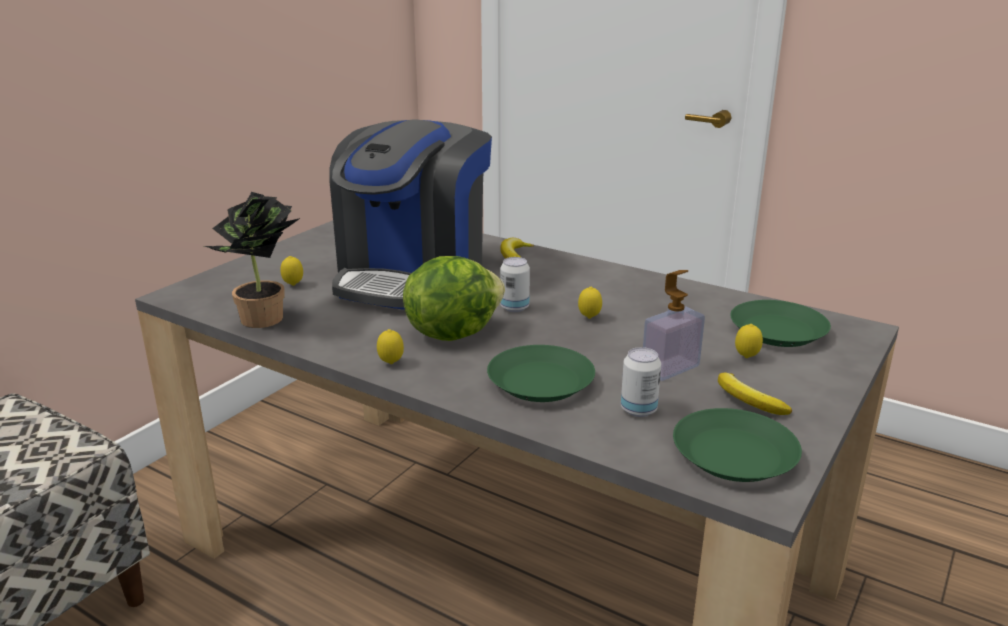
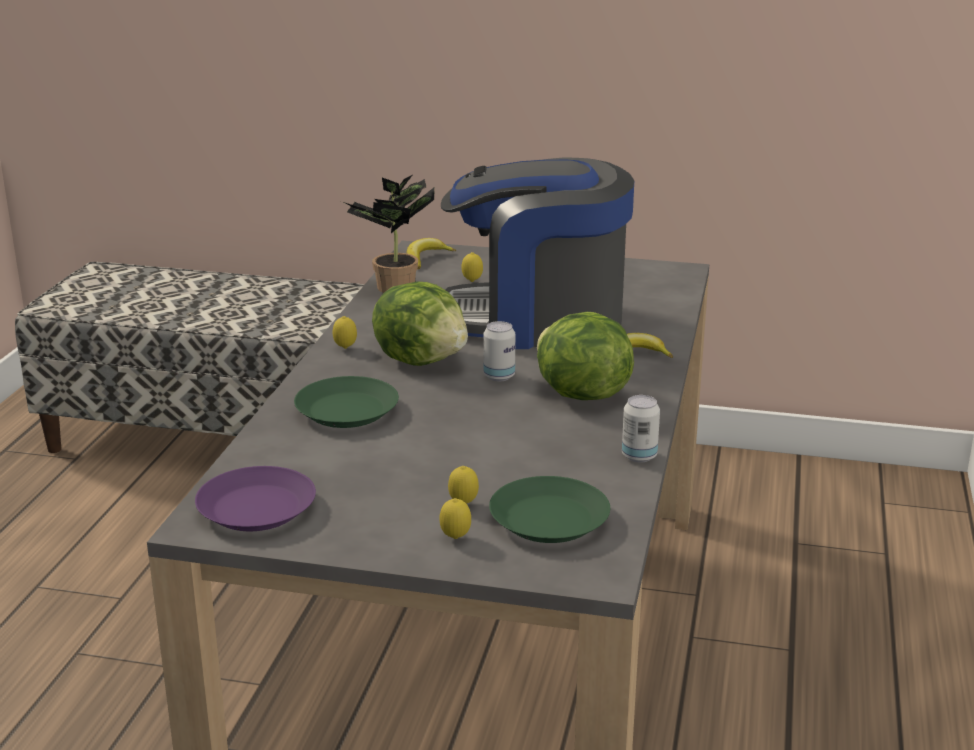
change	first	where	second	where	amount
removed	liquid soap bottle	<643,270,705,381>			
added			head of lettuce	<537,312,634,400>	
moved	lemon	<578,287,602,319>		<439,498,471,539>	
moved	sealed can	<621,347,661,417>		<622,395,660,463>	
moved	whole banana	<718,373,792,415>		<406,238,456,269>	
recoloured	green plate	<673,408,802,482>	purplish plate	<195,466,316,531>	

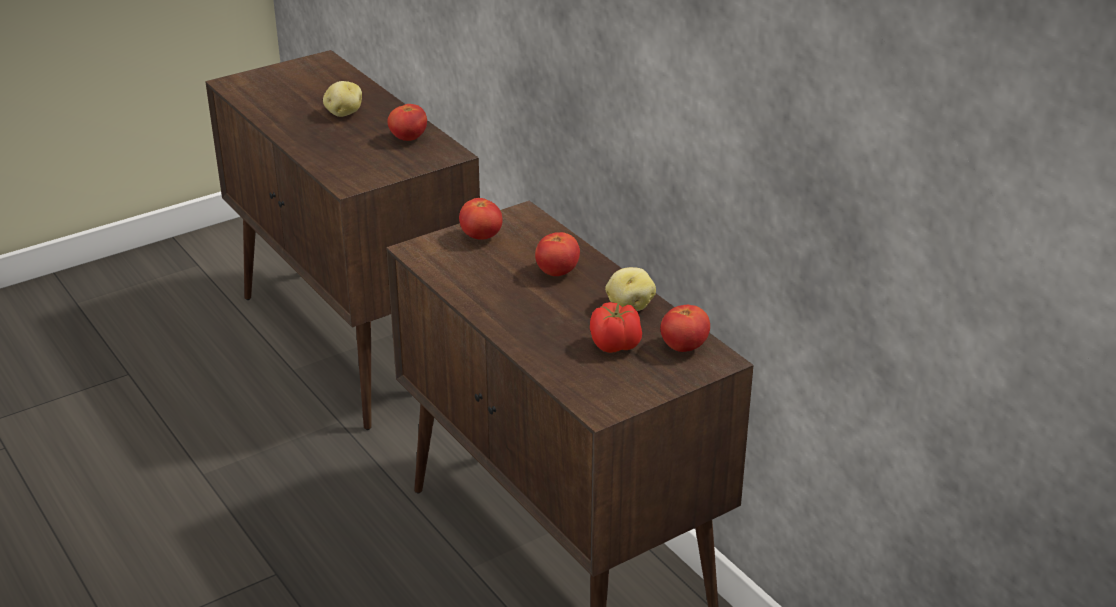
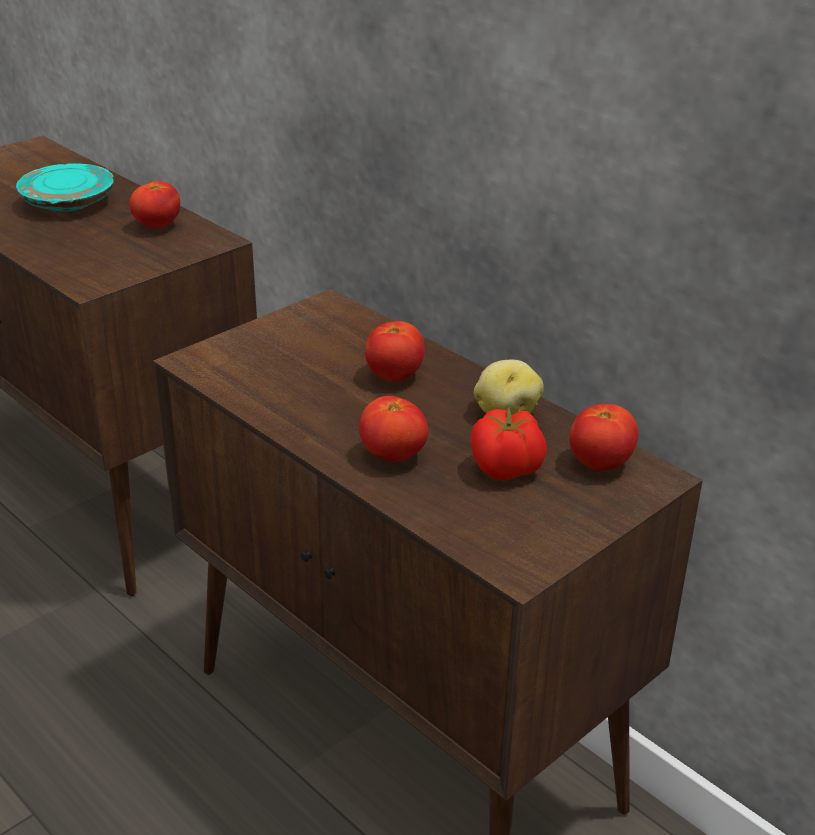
change	first	where	second	where	amount
moved	fresh tomato	<459,198,503,240>		<359,396,428,461>	
replaced	potato	<323,81,362,117>	turquoise-coloured plate	<16,163,114,211>	

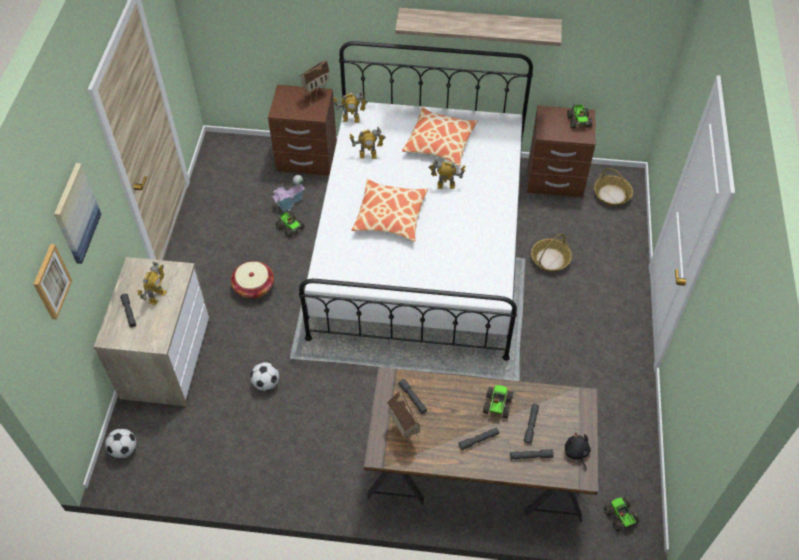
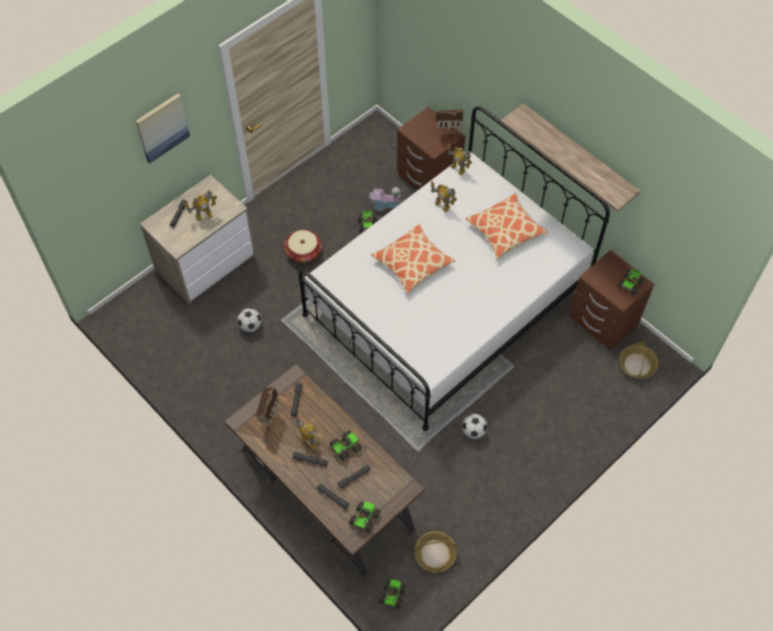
change	first	where	second	where	amount
removed	wall art	<33,244,72,320>			
moved	football	<105,428,136,459>		<462,413,487,439>	
moved	toy robot	<429,159,466,189>		<295,418,321,450>	
moved	storage basket	<531,234,572,272>		<414,531,457,572>	
replaced	black cuddly toy	<565,432,591,471>	toy truck	<349,501,380,533>	

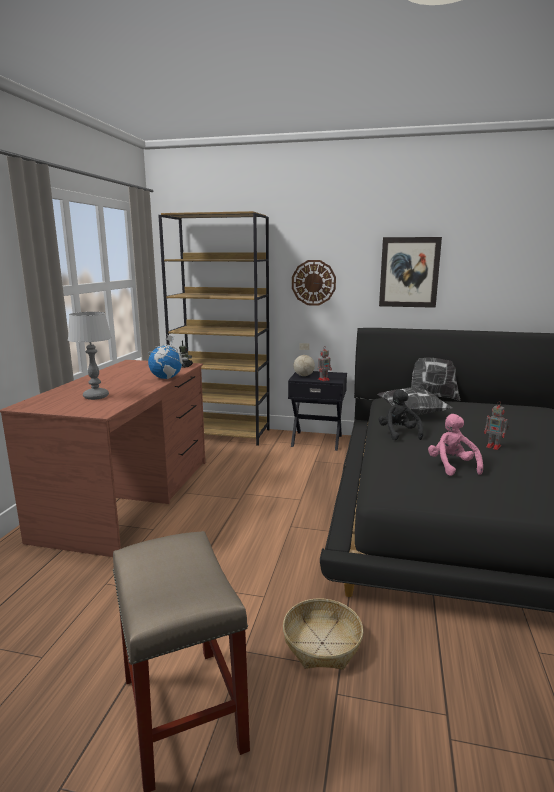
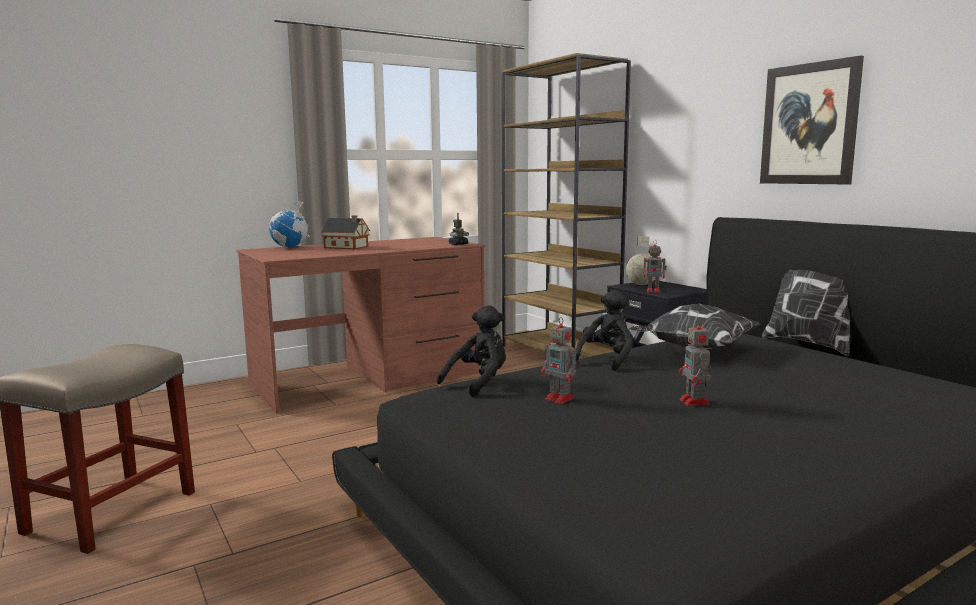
change	first	where	second	where	amount
removed	table lamp	<68,312,112,400>			
removed	storage basket	<283,598,363,669>			
removed	wall clock	<292,260,336,306>			
added			miniature house	<321,215,370,249>	
added			black cuddly toy	<437,305,506,397>	
moved	world globe	<148,334,184,379>		<269,199,309,248>	
replaced	pink cuddly toy	<428,414,483,476>	toy robot	<541,317,580,404>	

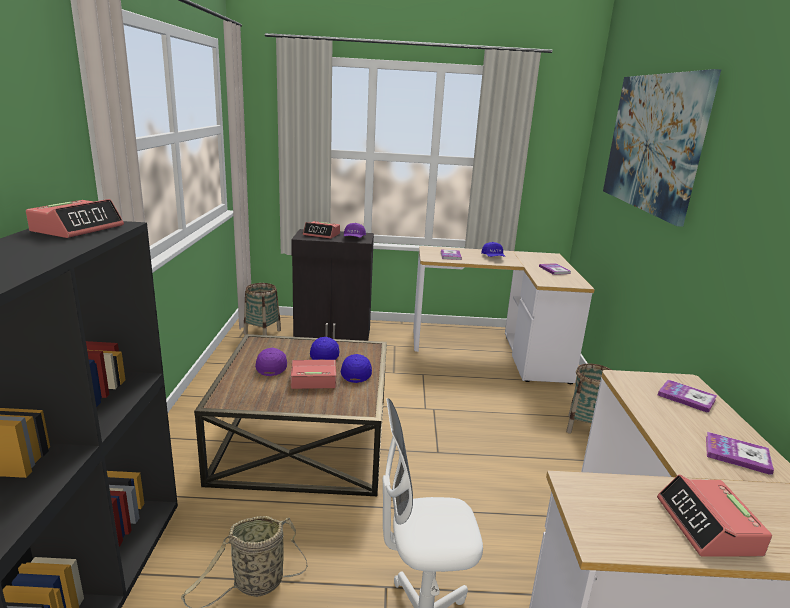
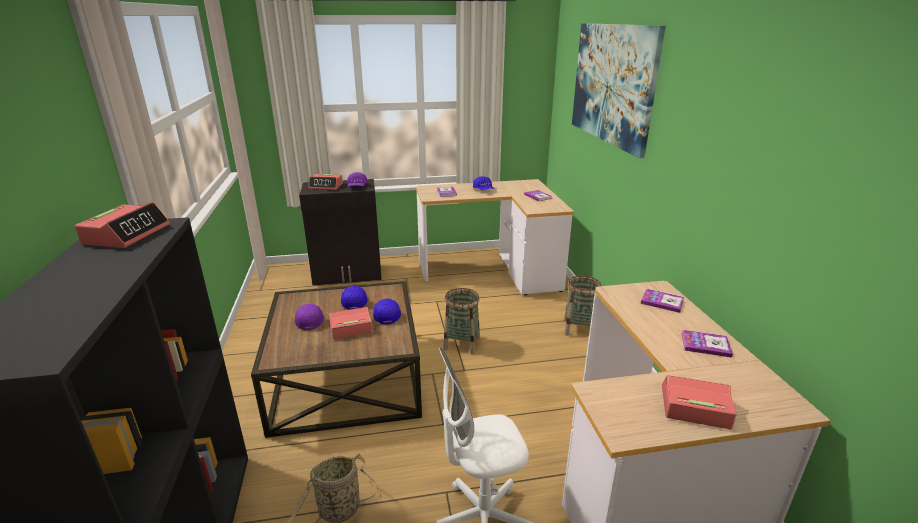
change	first	where	second	where	amount
moved	storage basket	<244,283,281,335>		<443,288,480,354>	
turned	bedside clock	<657,474,772,557>		<662,375,737,430>	120 degrees clockwise

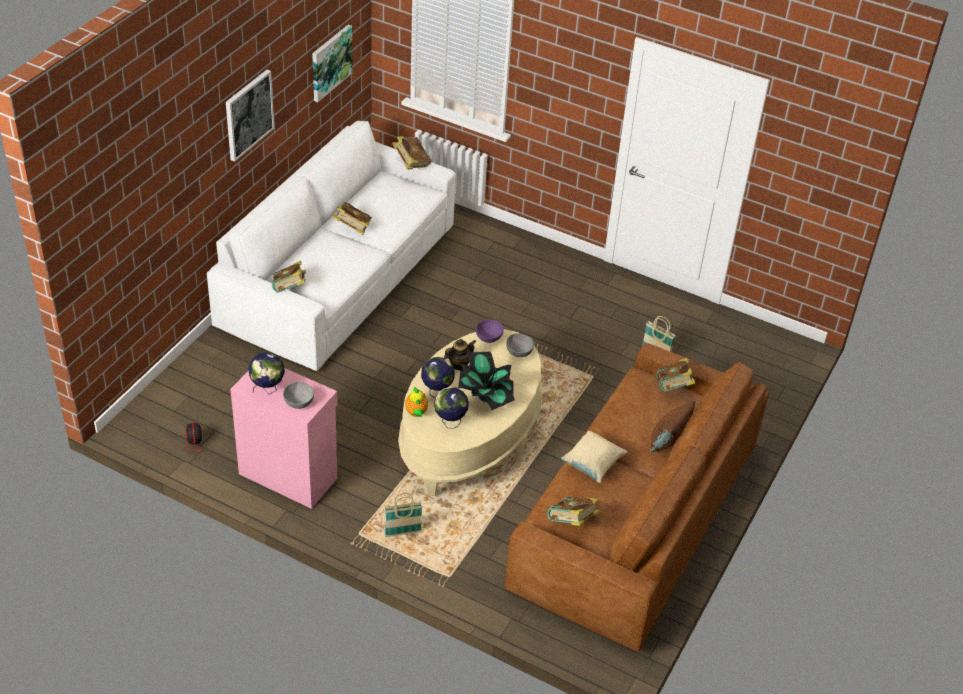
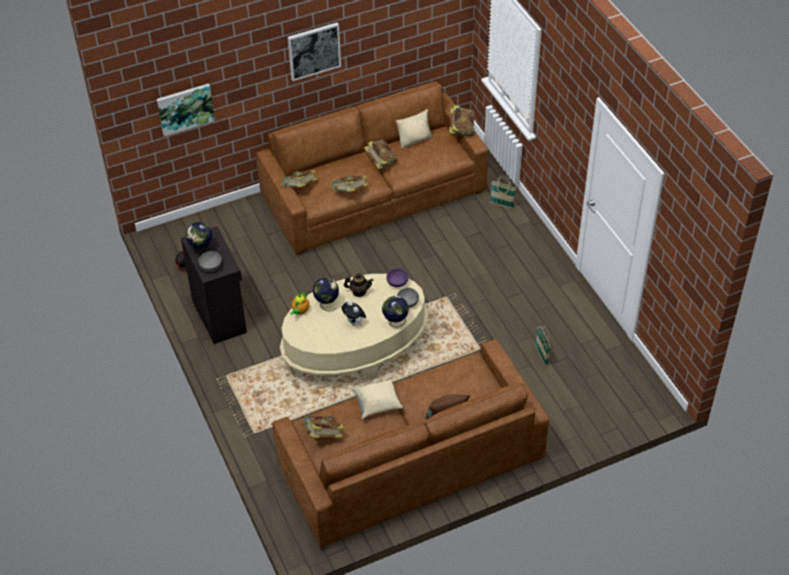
change	first	where	second	where	amount
added			beige pillow	<396,109,433,148>	
moved	wall art	<312,25,353,102>		<157,84,215,136>	
moved	storage basket	<384,493,423,537>		<490,176,516,209>	
moved	world globe	<434,387,469,429>		<382,296,409,327>	
moved	bound book	<656,358,695,392>		<332,176,368,192>	
replaced	plant in a pot	<458,352,515,410>	cuddly toy	<341,301,366,325>	
recoloured	white-coloured sofa	<207,120,456,372>	brown sofa	<256,81,488,254>	
recoloured	pink cabinet	<230,368,338,509>	black cabinet	<181,226,247,344>	

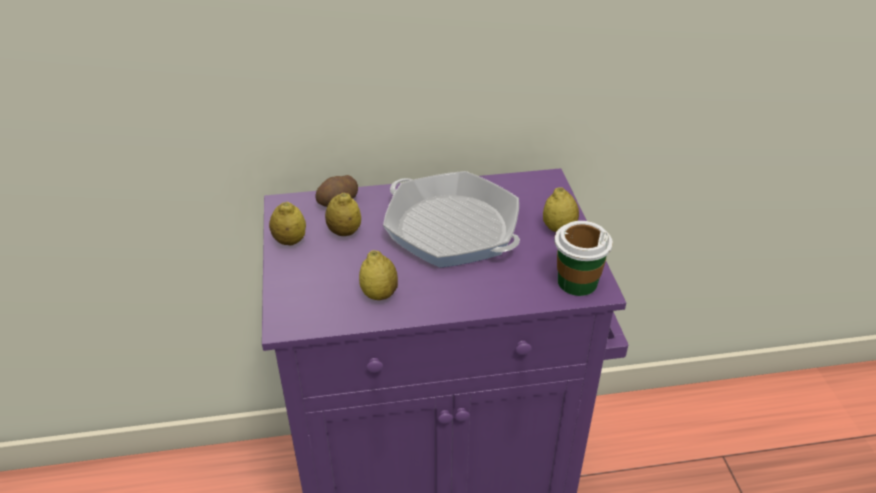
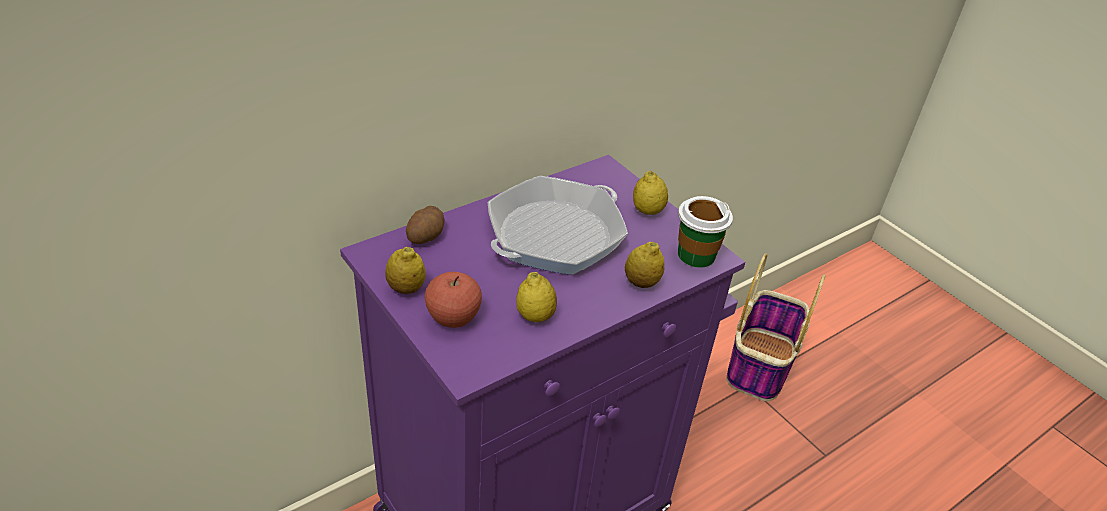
change	first	where	second	where	amount
added			apple	<425,272,482,328>	
added			storage basket	<727,254,825,401>	
moved	lemon	<325,193,361,236>		<625,242,664,288>	
turned	skillet	<383,171,520,268>		<488,176,628,275>	60 degrees counterclockwise

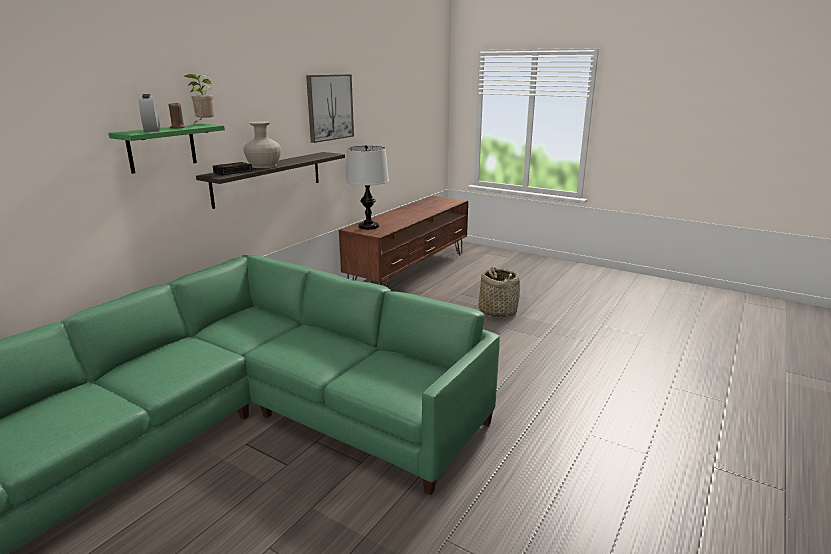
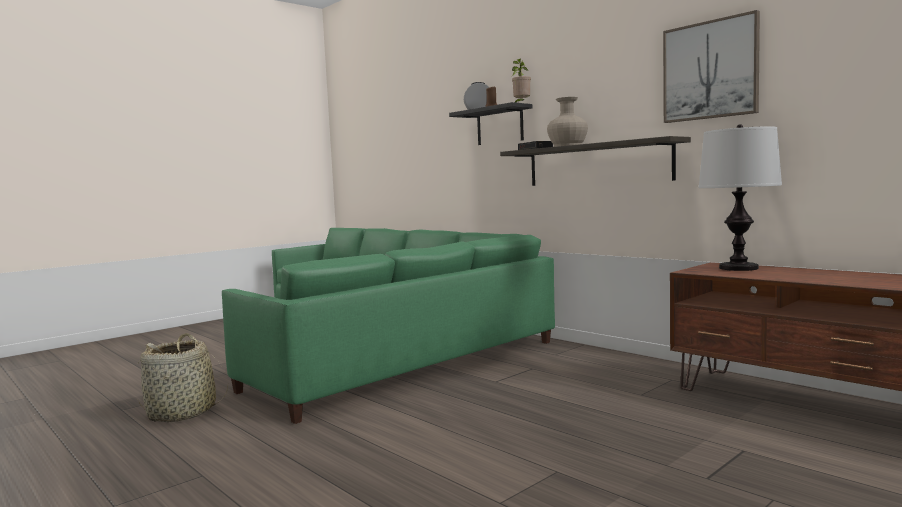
change	first	where	second	where	amount
moved	storage basket	<479,266,520,317>		<138,333,228,422>	
recoloured	green wall shelf	<108,124,225,174>	black wall shelf	<449,102,533,145>	

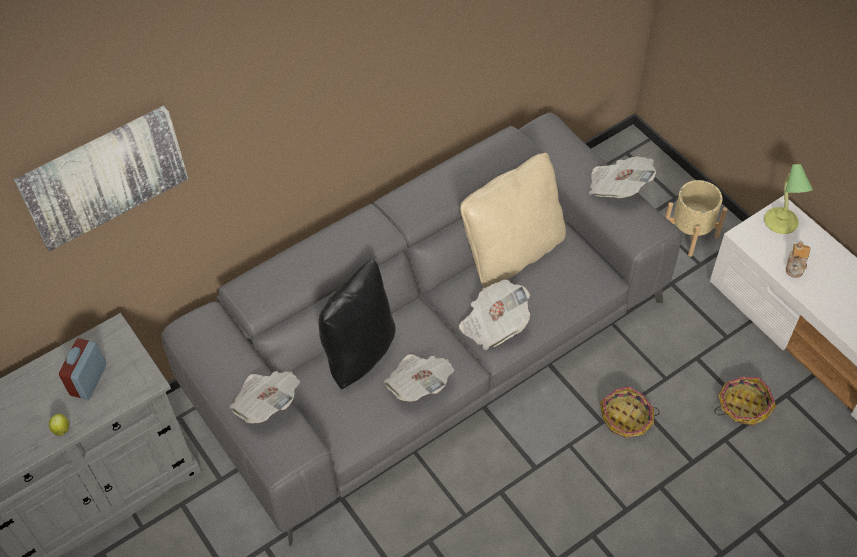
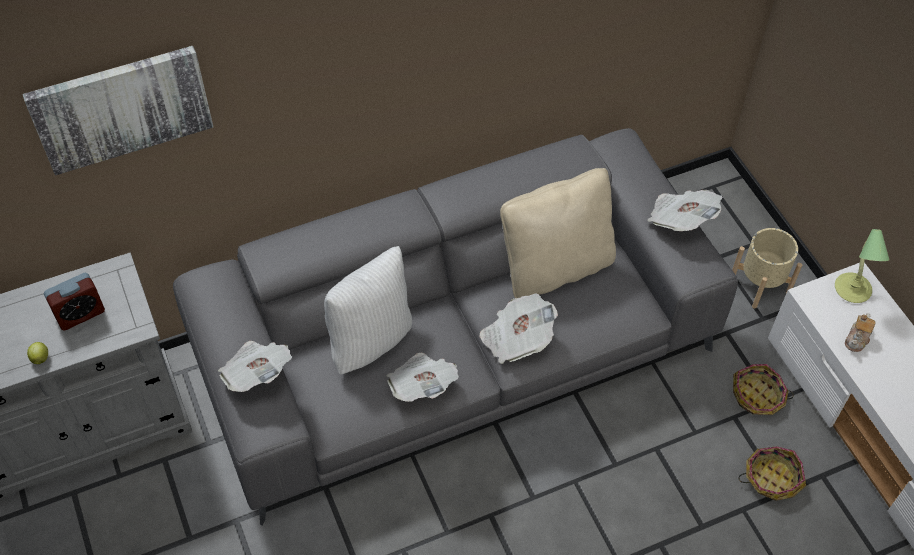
change	first	where	second	where	amount
moved	storage basket	<600,386,660,438>		<733,364,794,415>	
recoloured	black pillow	<318,259,396,389>	white-coloured pillow	<324,246,412,375>	
turned	bedside clock	<59,338,106,400>		<44,273,105,331>	150 degrees counterclockwise

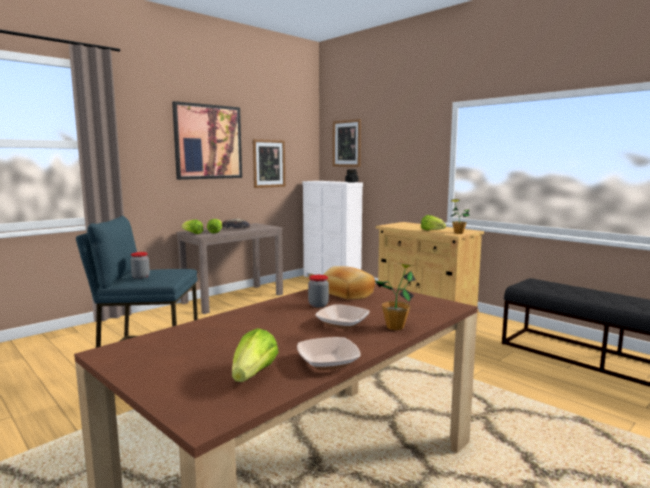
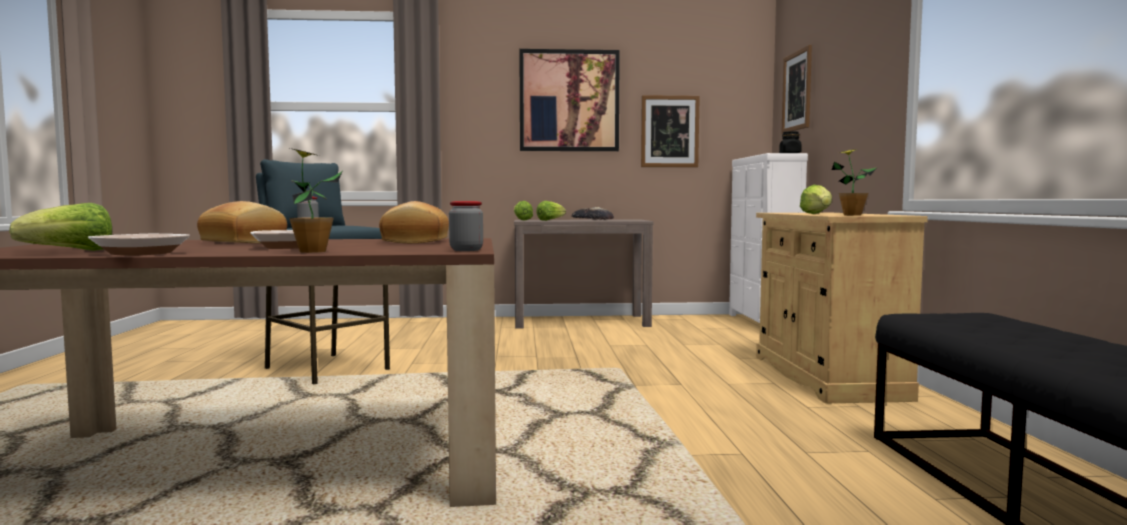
change	first	where	second	where	amount
added			baked bread	<197,201,287,243>	
moved	preserve jar	<308,275,329,307>		<449,201,483,251>	

